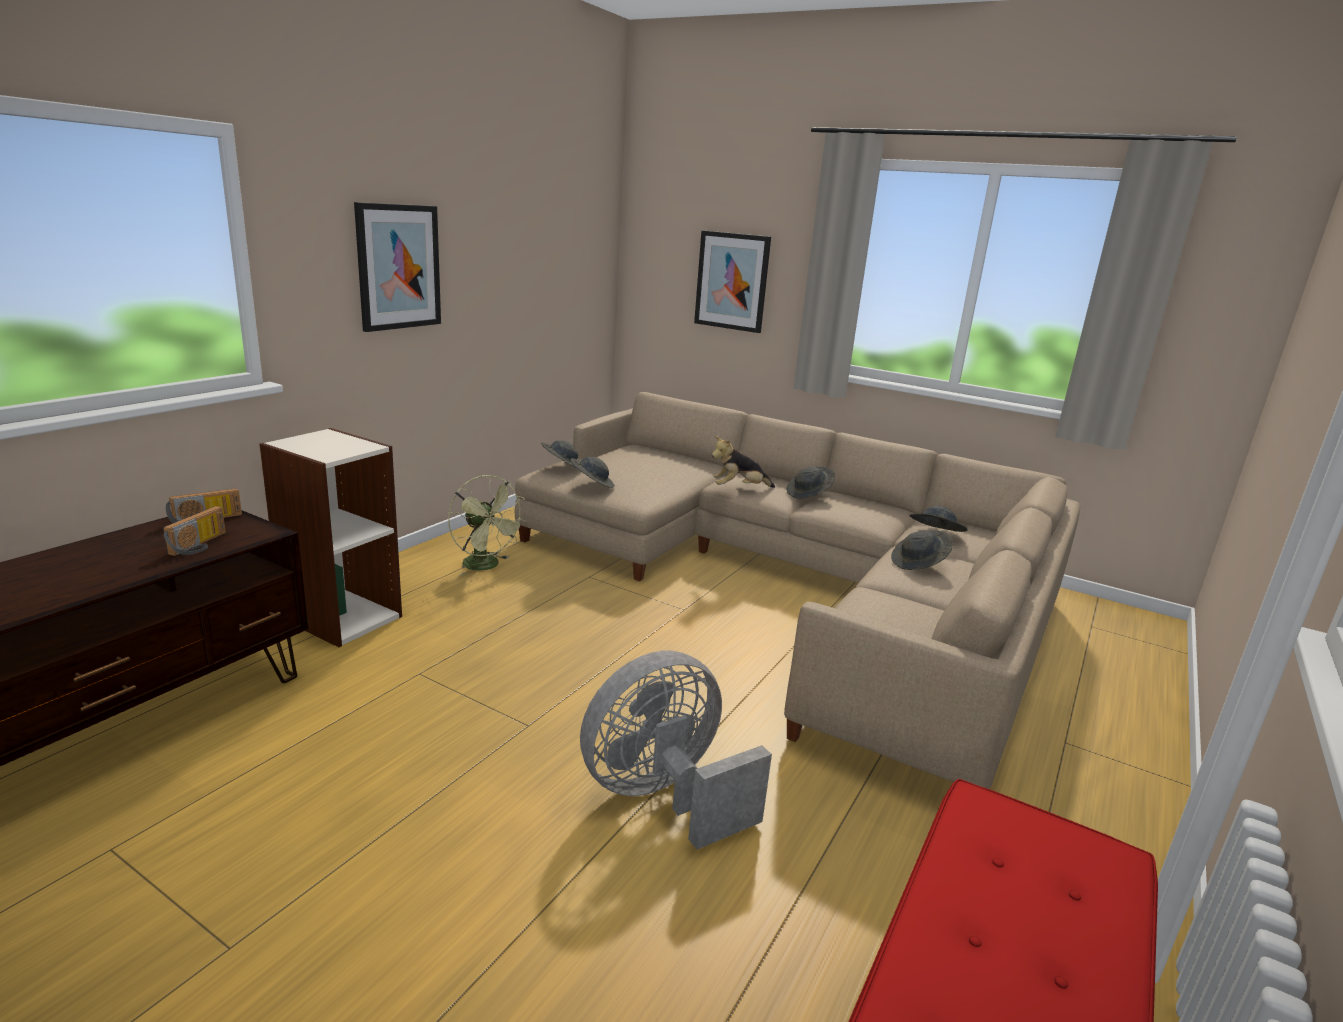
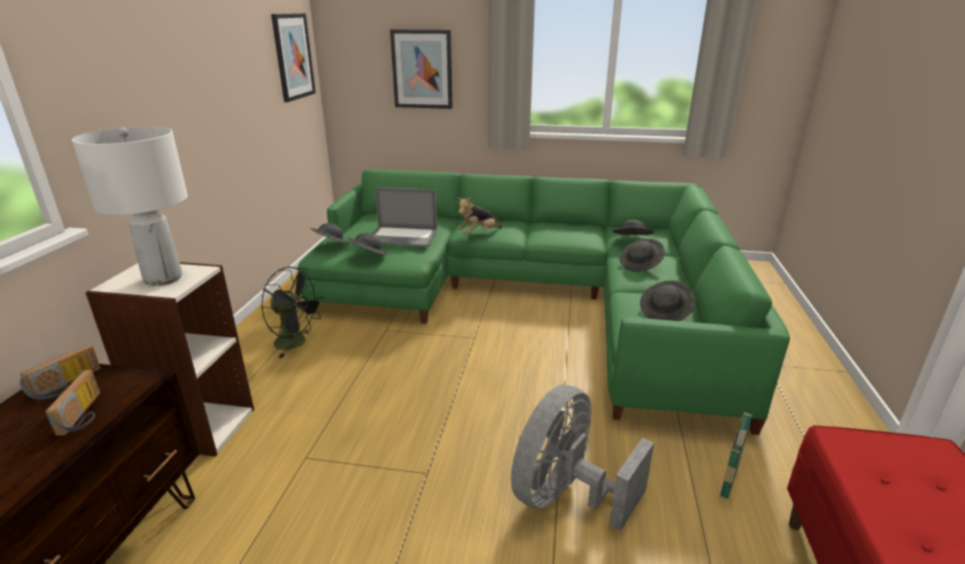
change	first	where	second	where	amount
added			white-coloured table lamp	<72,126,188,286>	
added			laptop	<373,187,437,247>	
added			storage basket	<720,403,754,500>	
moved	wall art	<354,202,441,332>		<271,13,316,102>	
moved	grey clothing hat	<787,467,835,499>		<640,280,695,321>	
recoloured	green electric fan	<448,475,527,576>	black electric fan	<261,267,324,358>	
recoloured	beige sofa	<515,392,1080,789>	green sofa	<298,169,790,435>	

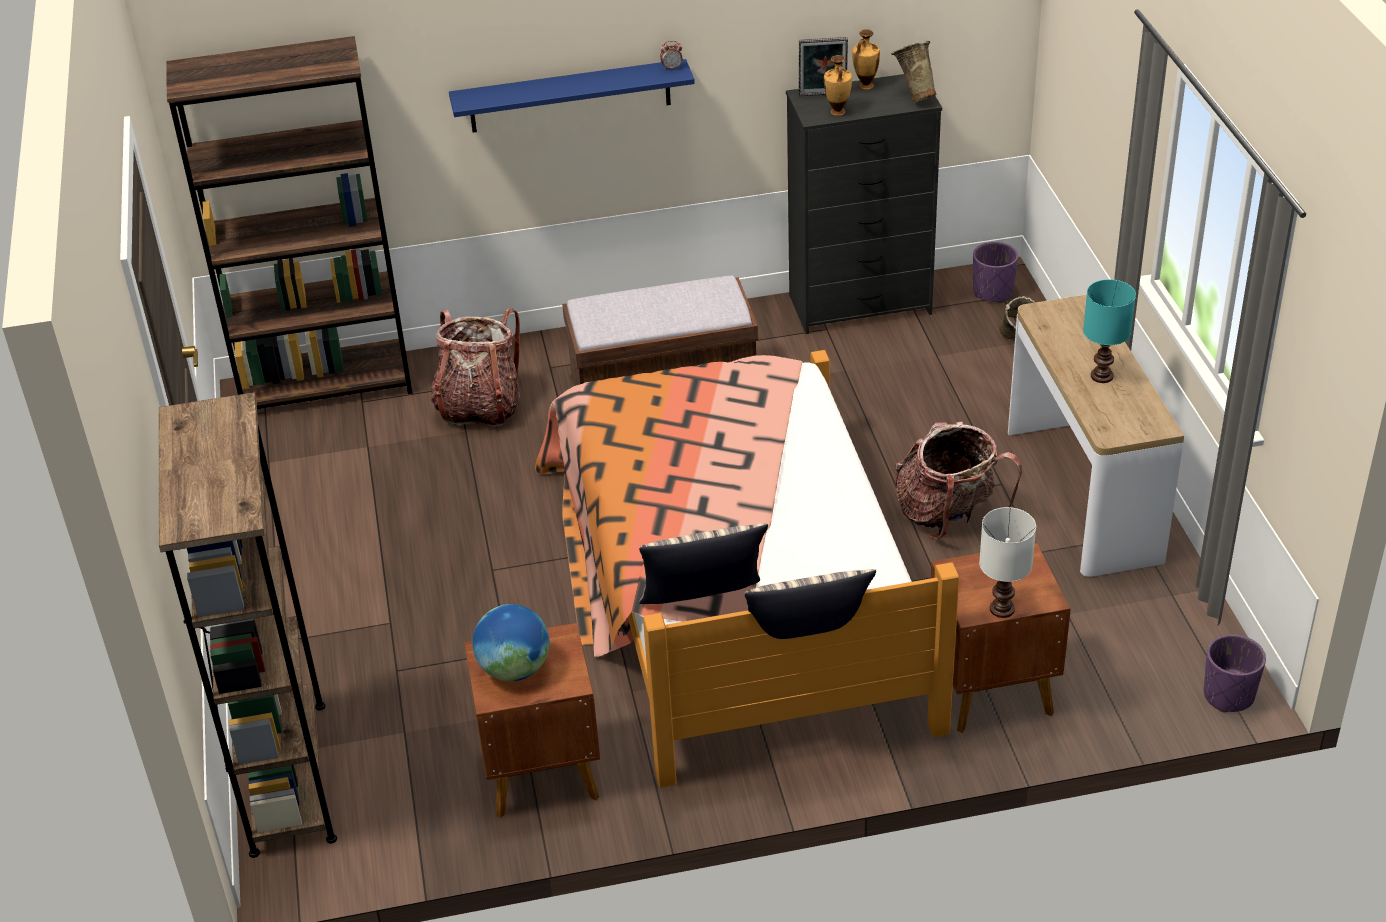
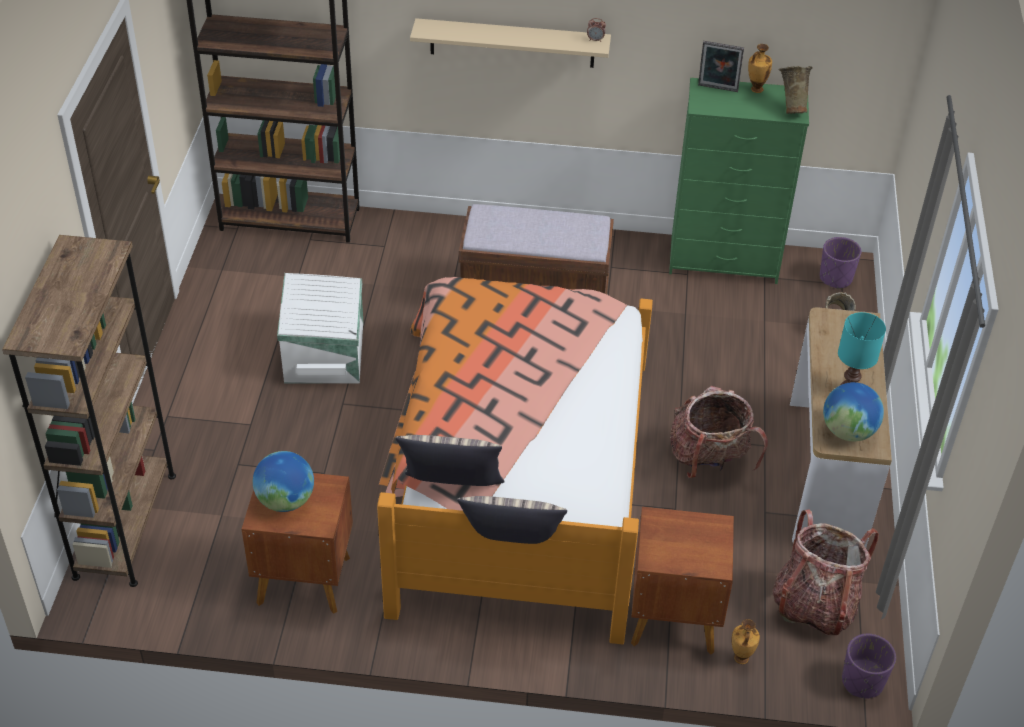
change	first	where	second	where	amount
removed	white-coloured table lamp	<979,507,1036,618>			
added			white-coloured storage bin	<277,273,364,384>	
added			world globe	<823,382,884,441>	
moved	backpack	<431,307,520,427>		<772,509,879,635>	
moved	vase	<824,55,852,116>		<731,619,760,664>	
recoloured	bluish wall shelf	<449,59,695,133>	beige wall shelf	<410,18,611,68>	
recoloured	black drawer chest	<786,74,942,334>	green drawer chest	<669,78,809,284>	

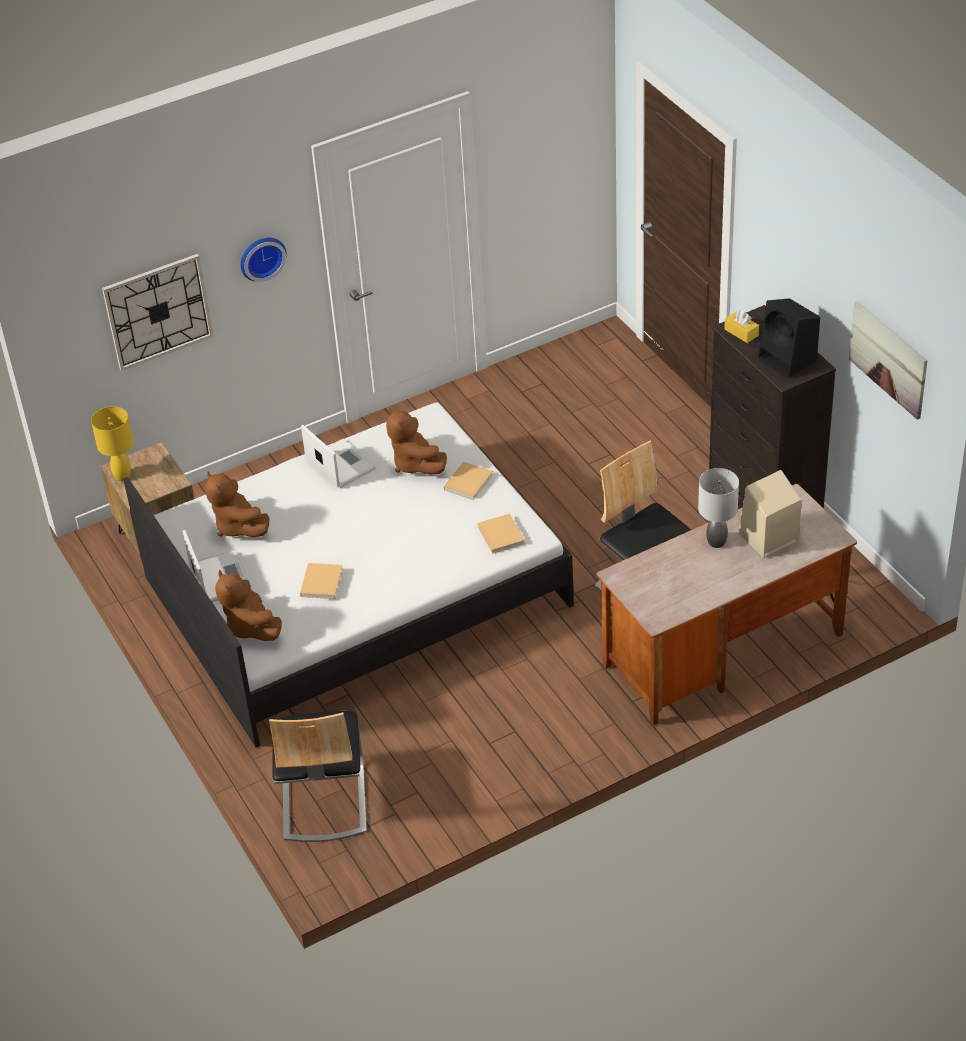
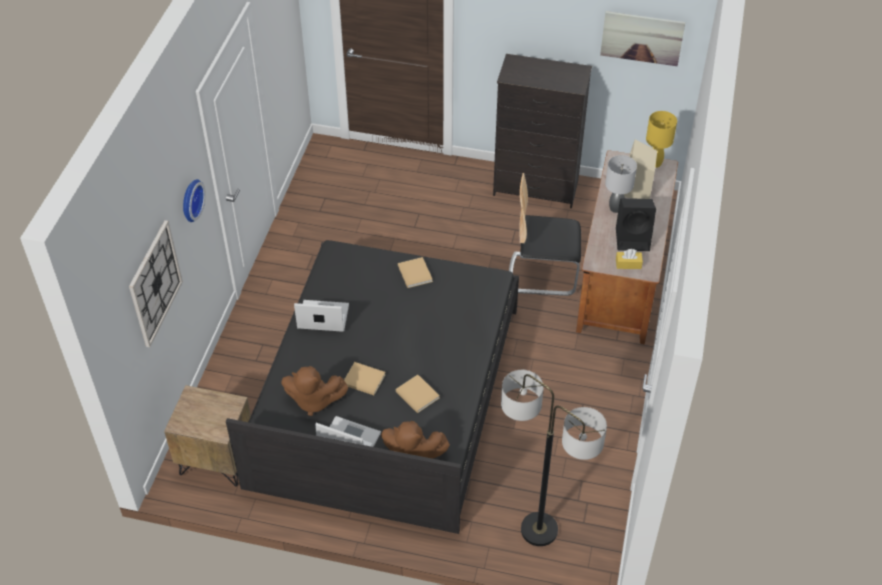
change	first	where	second	where	amount
removed	brown cuddly toy	<386,408,447,475>			
moved	yellowish table lamp	<91,407,134,481>		<646,111,677,168>	
moved	beige bound book	<477,514,525,554>		<344,362,386,395>	
moved	yellowish tissue holder	<724,310,759,343>		<616,249,643,269>	
moved	black speaker	<758,298,820,378>		<616,198,656,251>	
replaced	upright chair	<269,711,367,842>	standard lamp	<501,370,607,546>	
recoloured	white-coloured bed	<123,402,574,747>	black bed	<226,240,519,534>	

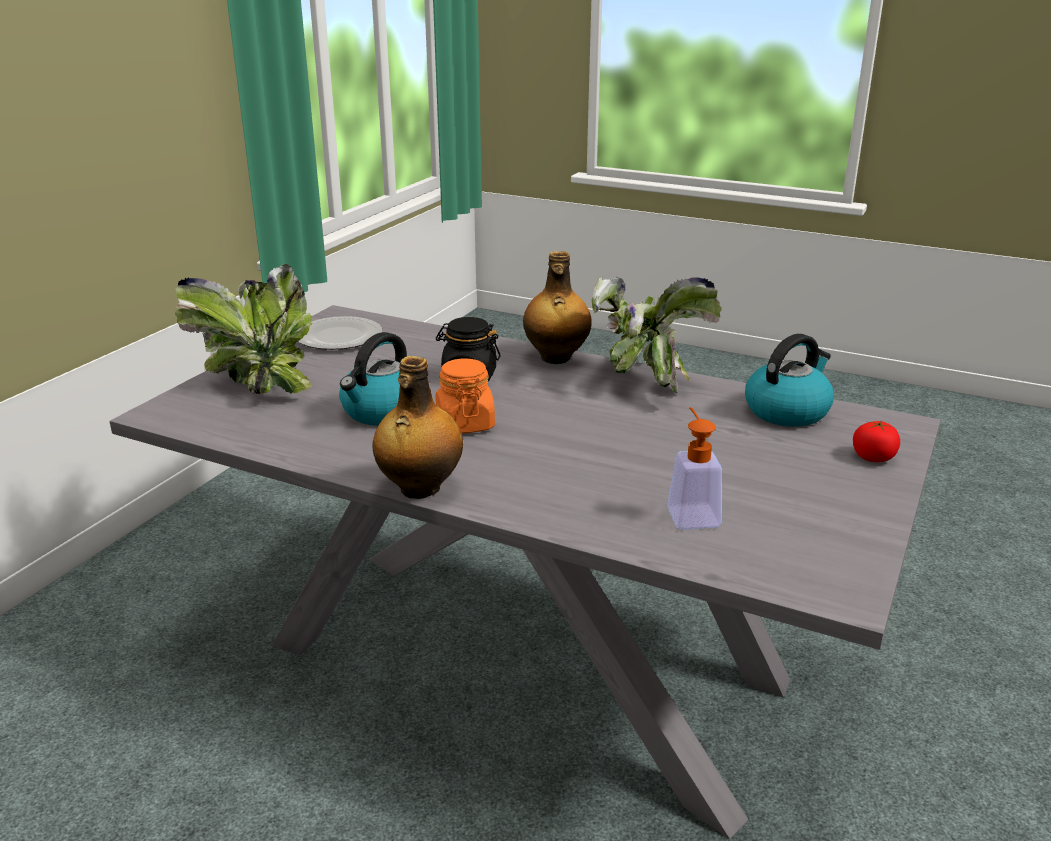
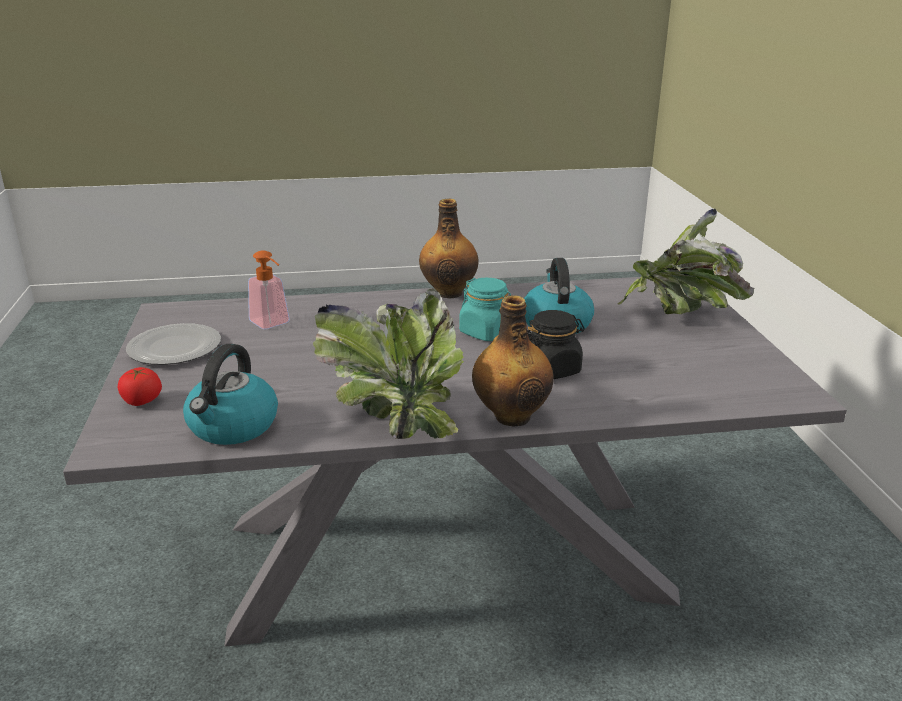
change	first	where	second	where	amount
moved	plate	<298,316,382,350>		<126,323,221,365>	
recoloured	orange-coloured preserve jar	<435,358,495,434>	turquoise-coloured preserve jar	<459,278,511,341>	

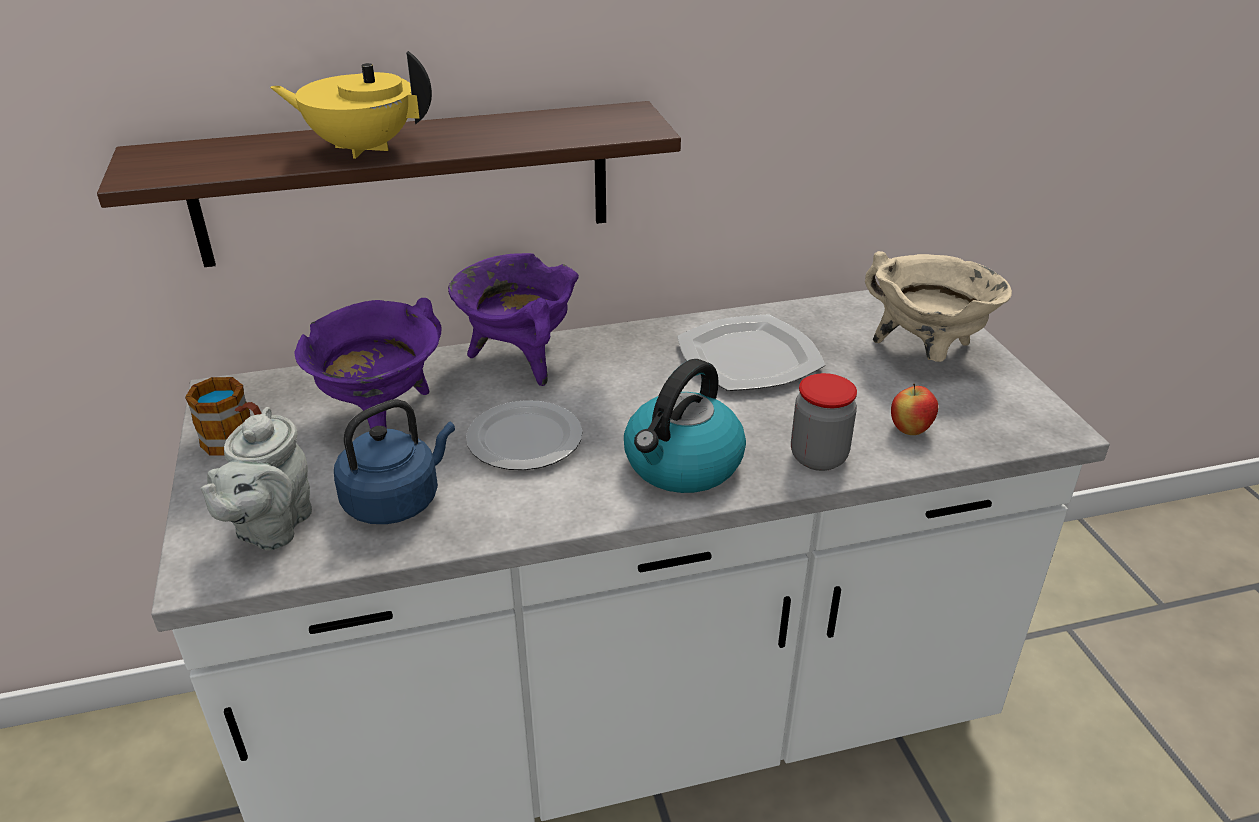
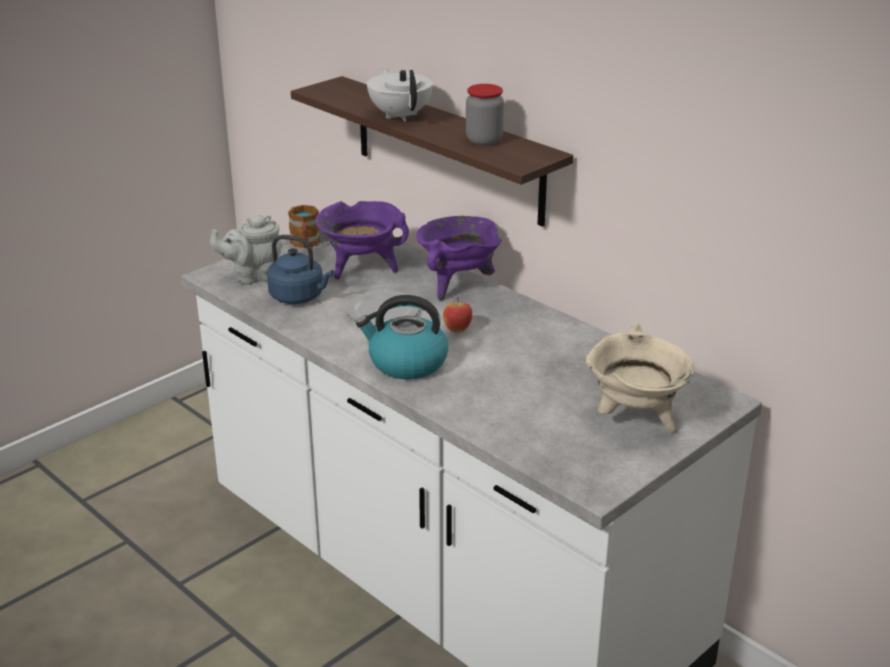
change	first	where	second	where	amount
removed	plate	<677,314,825,391>			
moved	preserve jar	<791,373,857,471>		<466,84,504,146>	
moved	apple	<891,383,938,435>		<443,297,472,333>	
recoloured	yellowish pot for tea	<270,51,432,159>	white-coloured pot for tea	<367,68,433,121>	

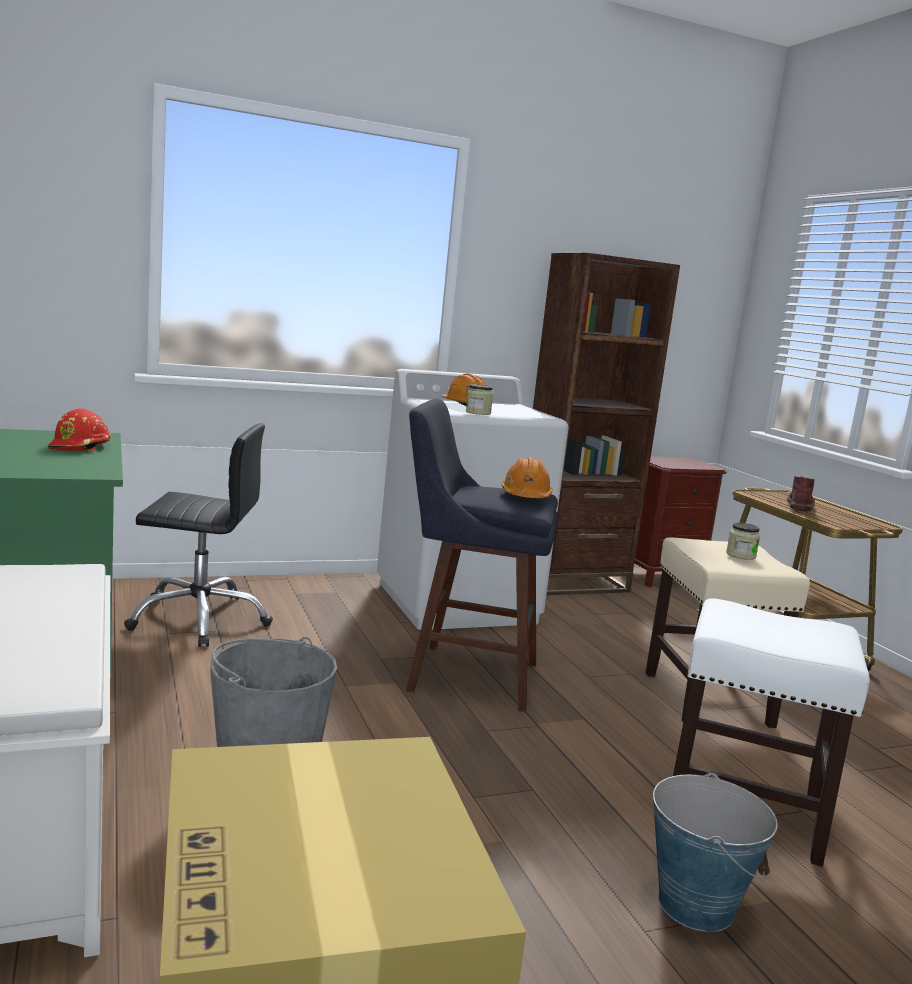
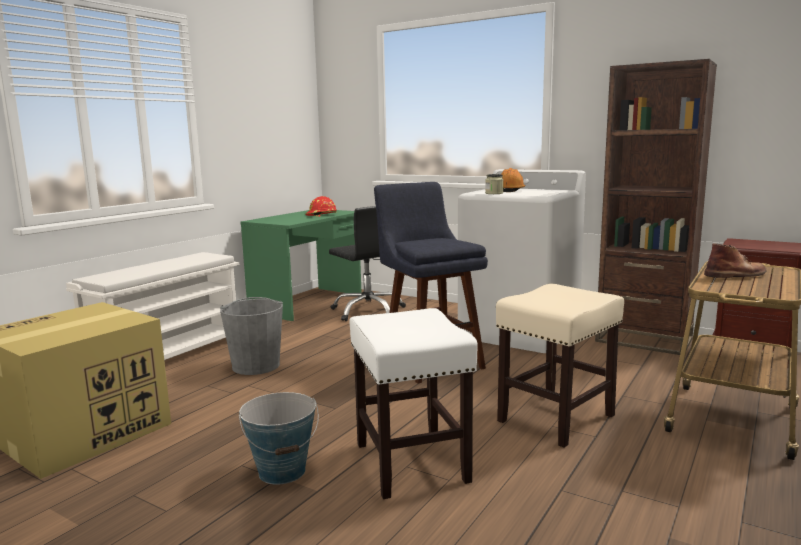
change	first	where	second	where	amount
removed	orange-coloured work helmet	<501,457,553,498>			
removed	preserve jar	<726,523,760,560>			

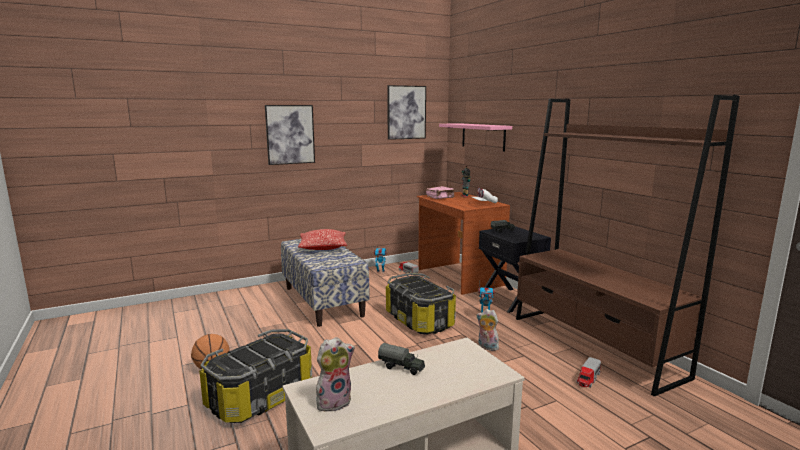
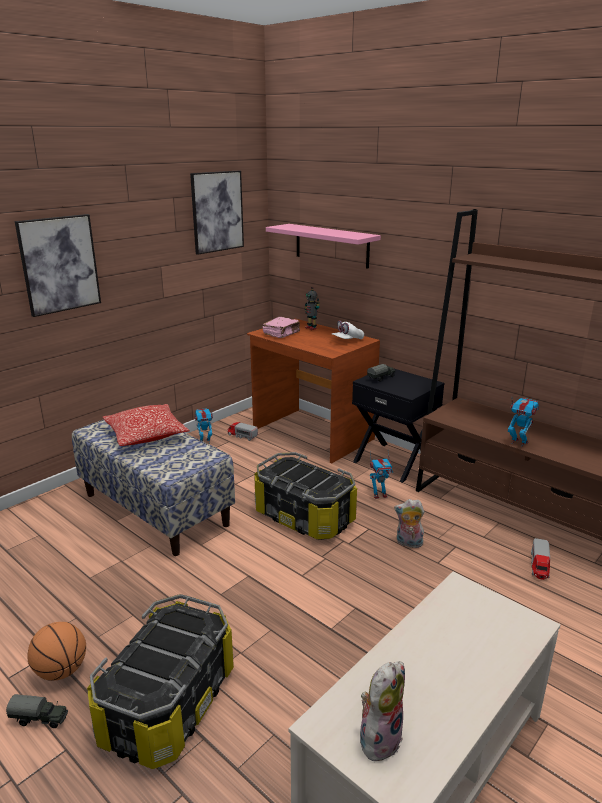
change	first	where	second	where	amount
added			toy robot	<508,398,539,447>	
moved	toy truck	<378,343,425,375>		<6,694,68,728>	

